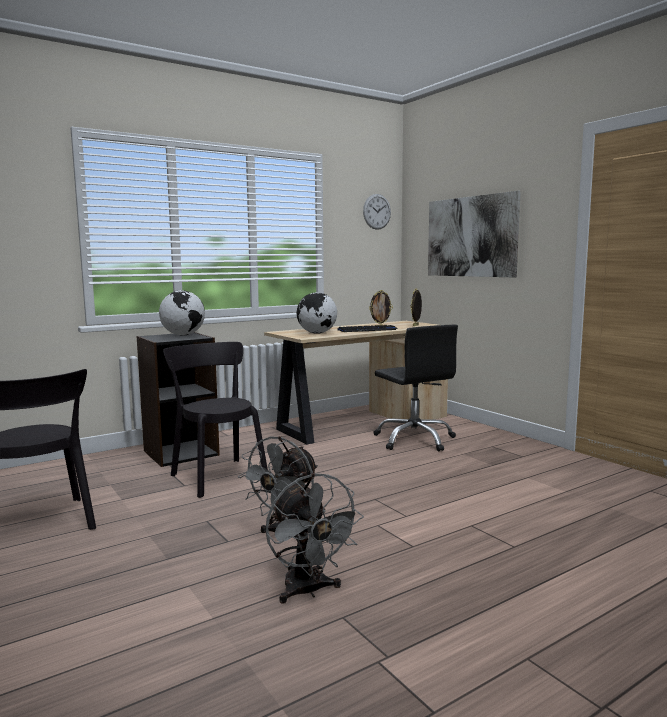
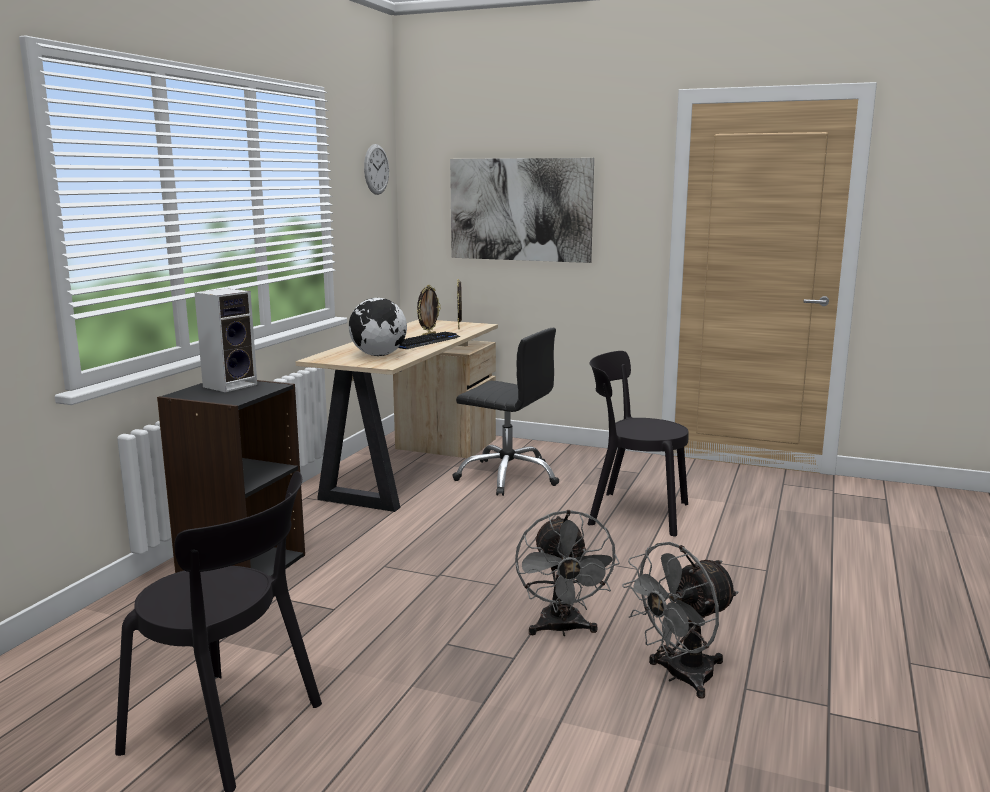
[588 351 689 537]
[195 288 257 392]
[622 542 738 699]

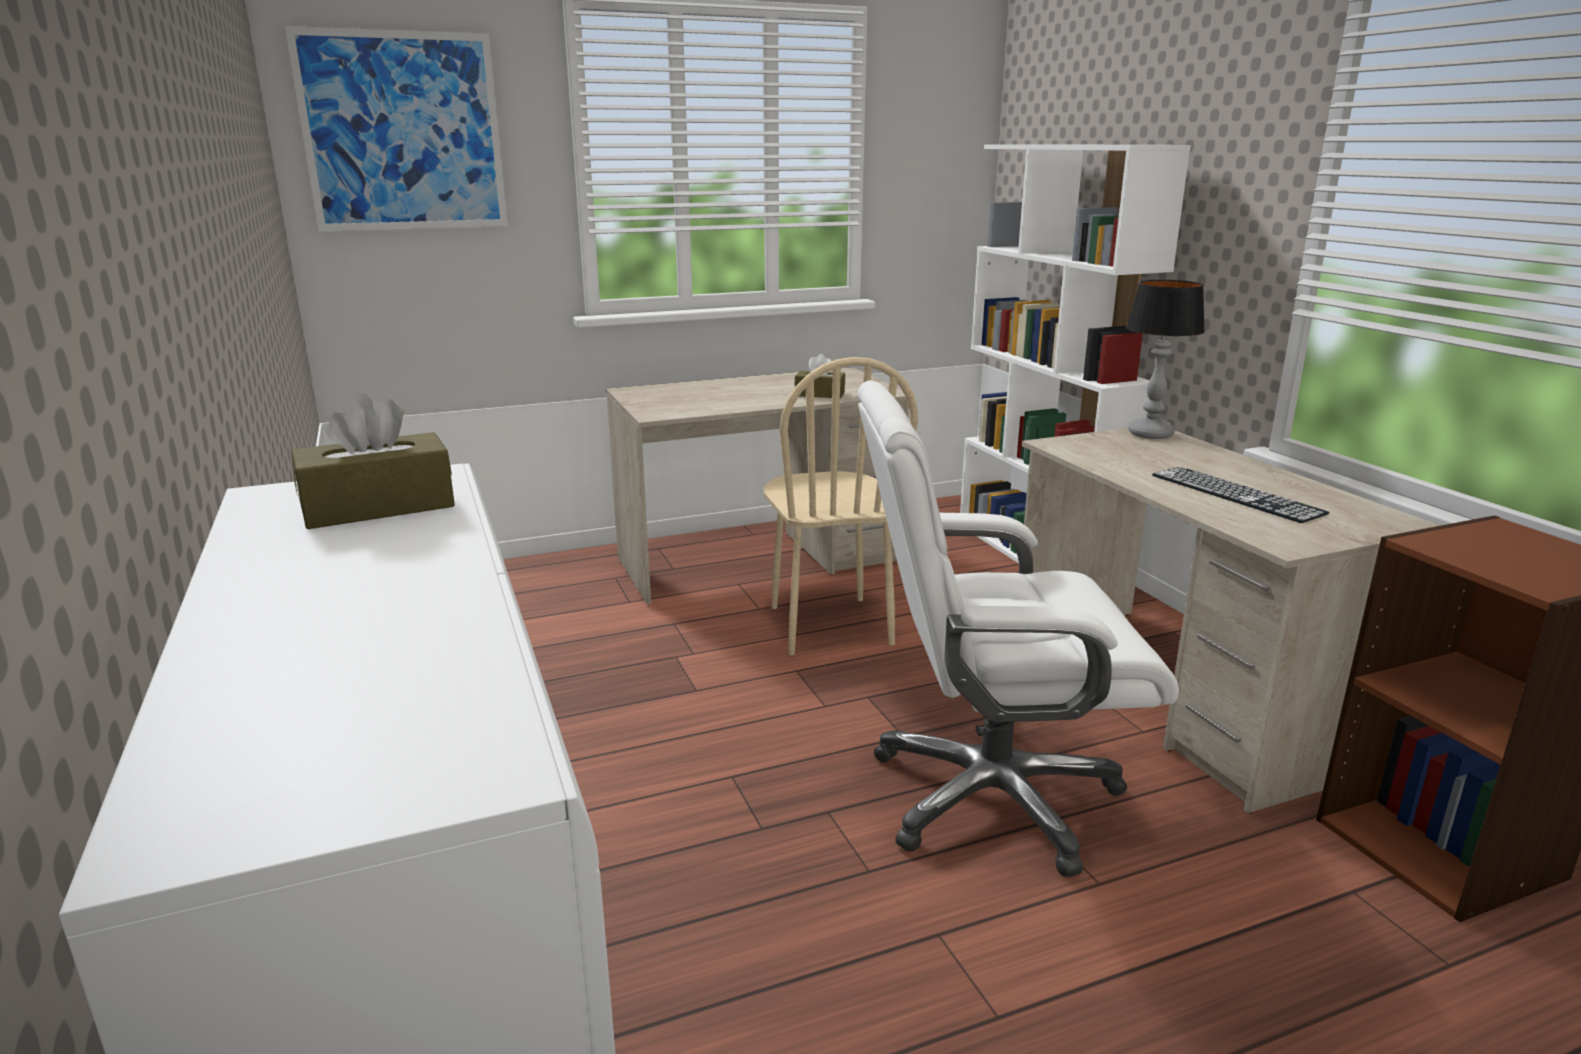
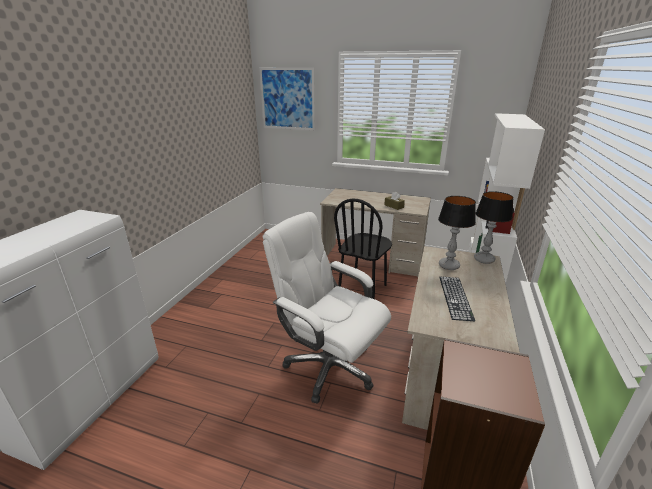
[291 393 455 529] (first image)
[438 196 476 270]
[334 198 392 299]

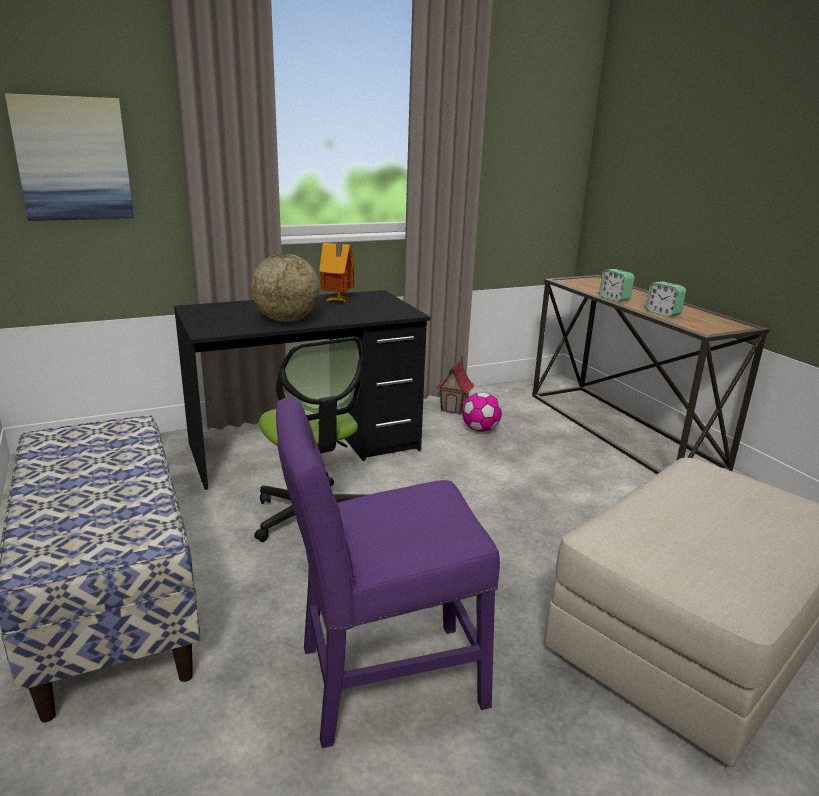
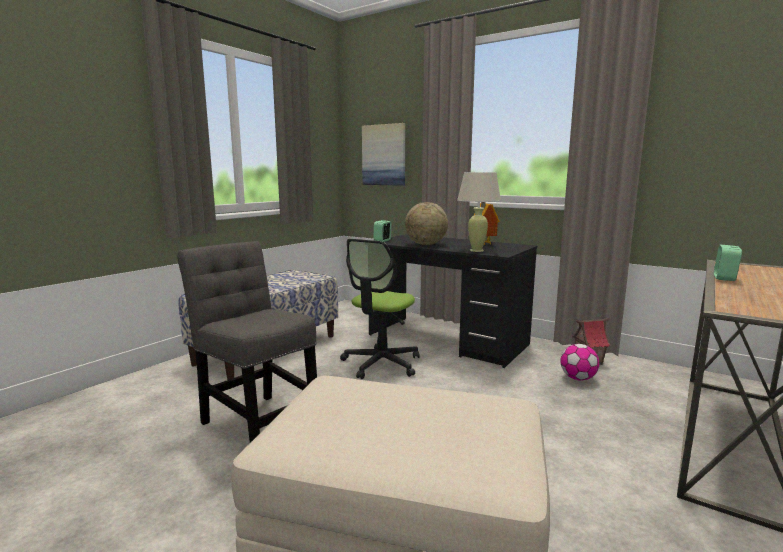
[457 172 501 252]
[373 220 392 242]
[177 241 317 443]

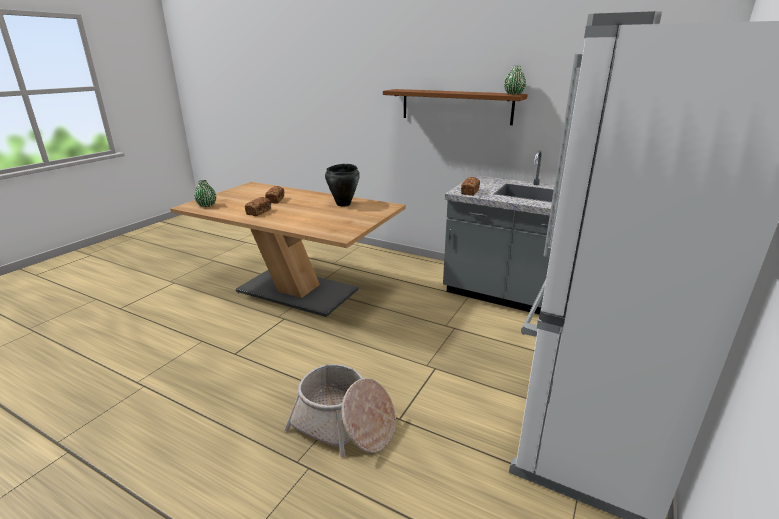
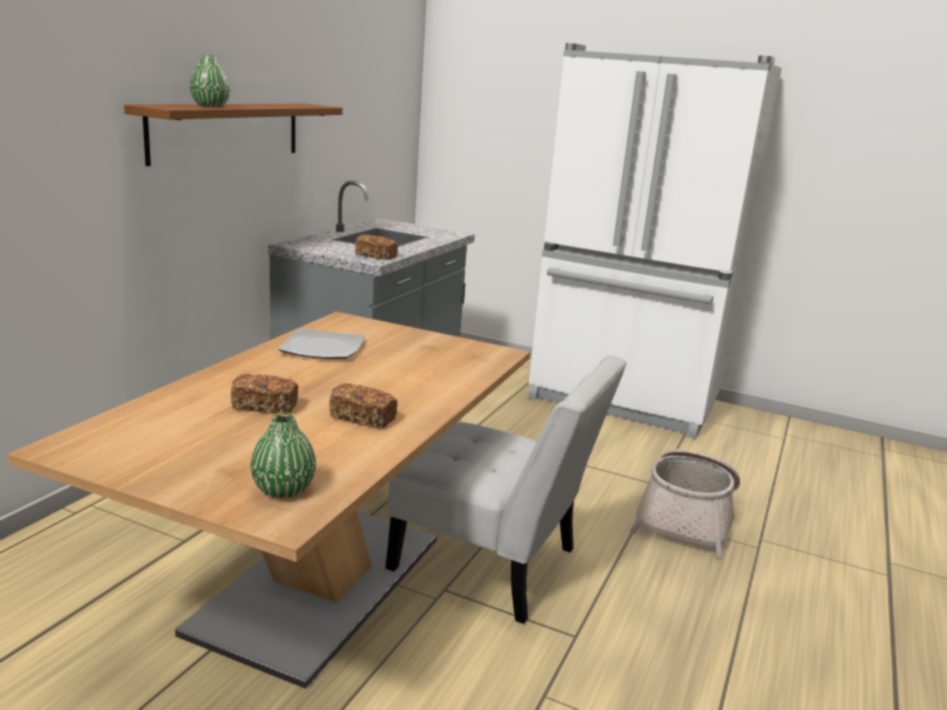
[385 355 627 624]
[189 55 230 107]
[278 328 364 359]

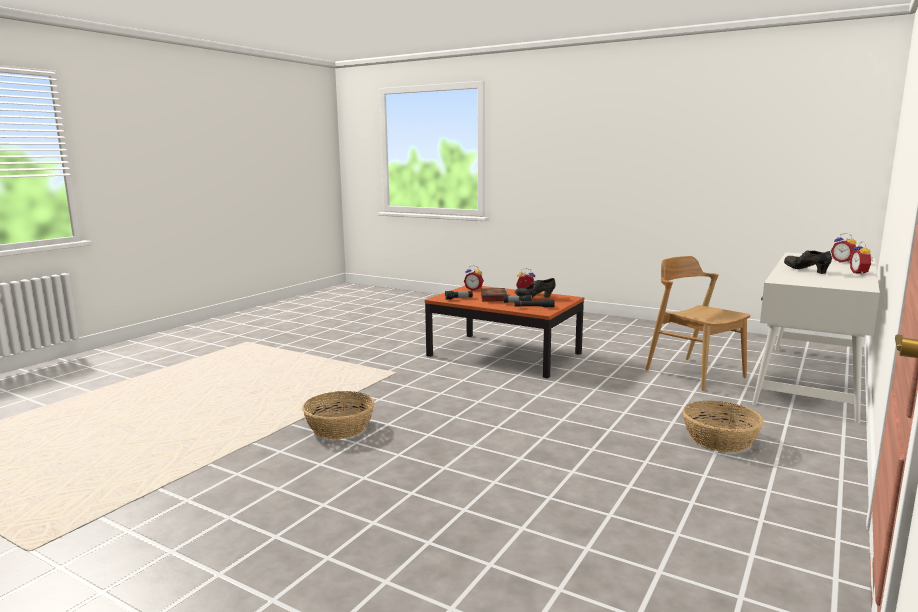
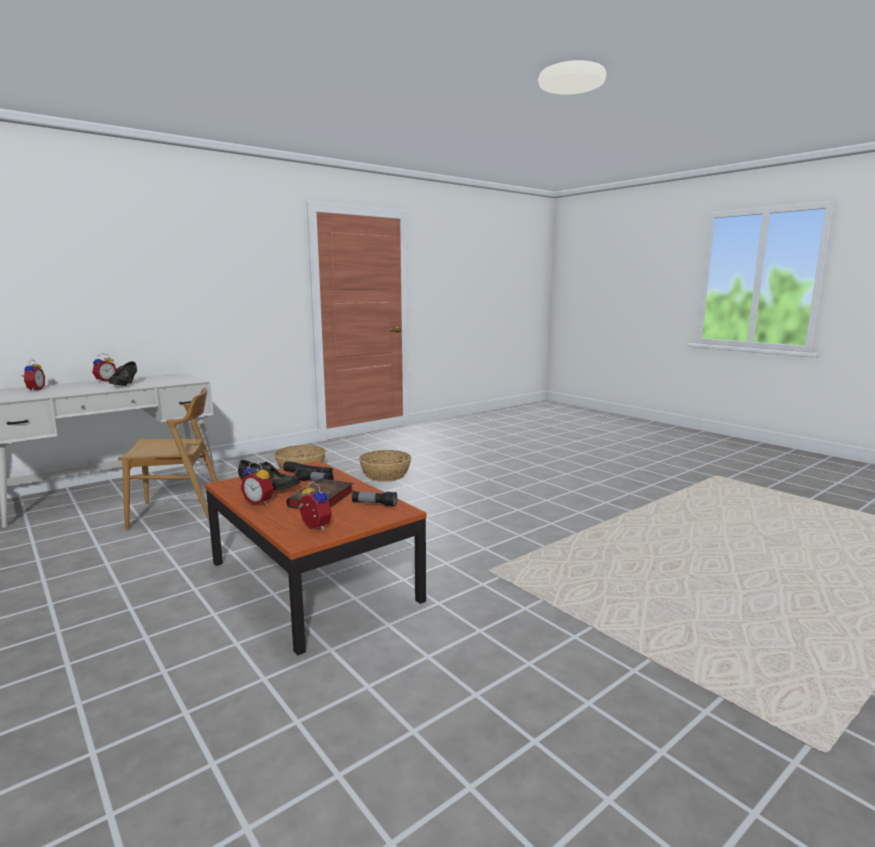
[359 450 411 482]
[118 388 217 530]

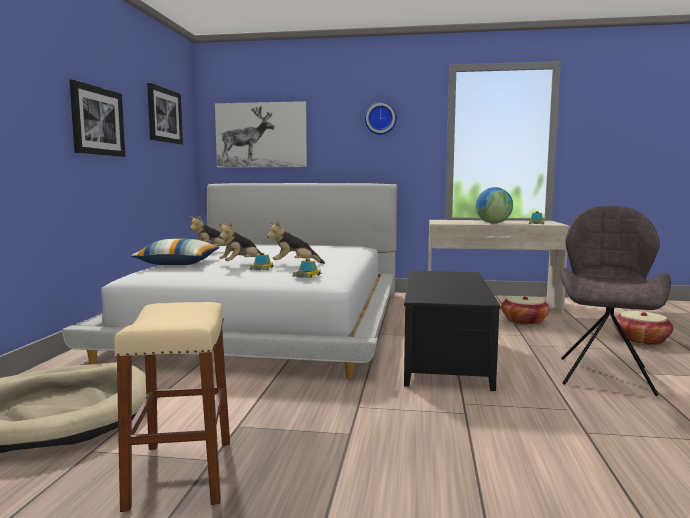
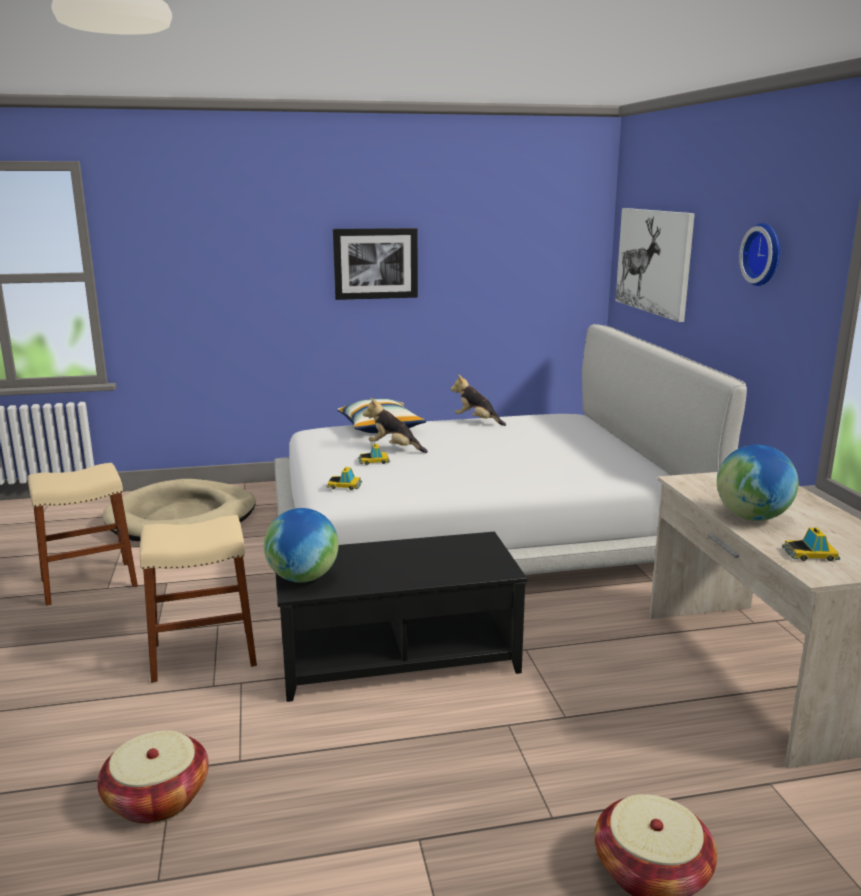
[147 83 183 145] (first image)
[267 222 325 264] (first image)
[560 206 671 396] (first image)
[140 515 257 683]
[264 508 339 582]
[97 730 209 824]

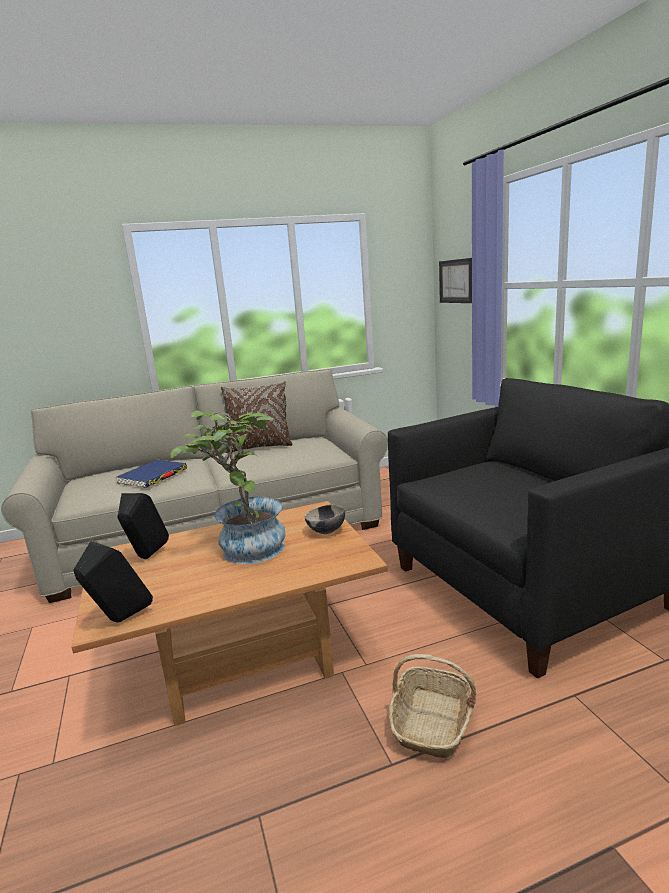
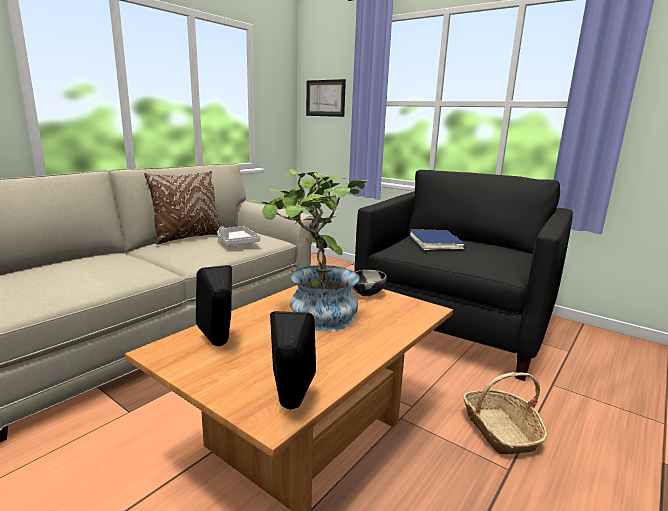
[217 226 260 245]
[410 229 466 250]

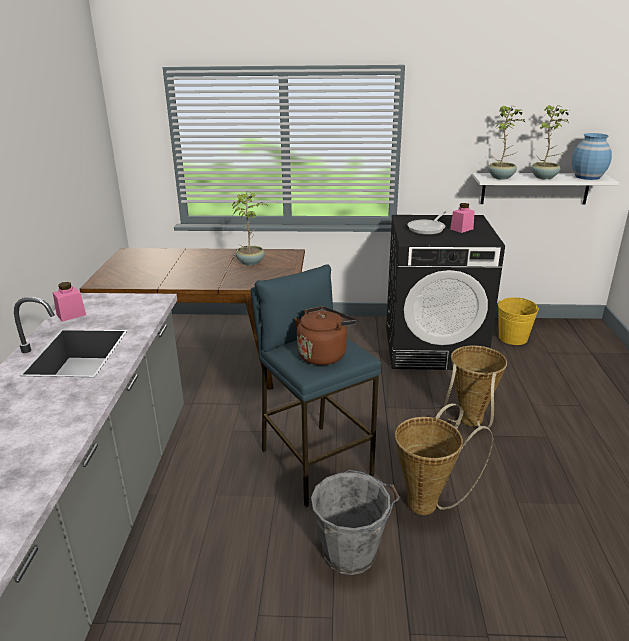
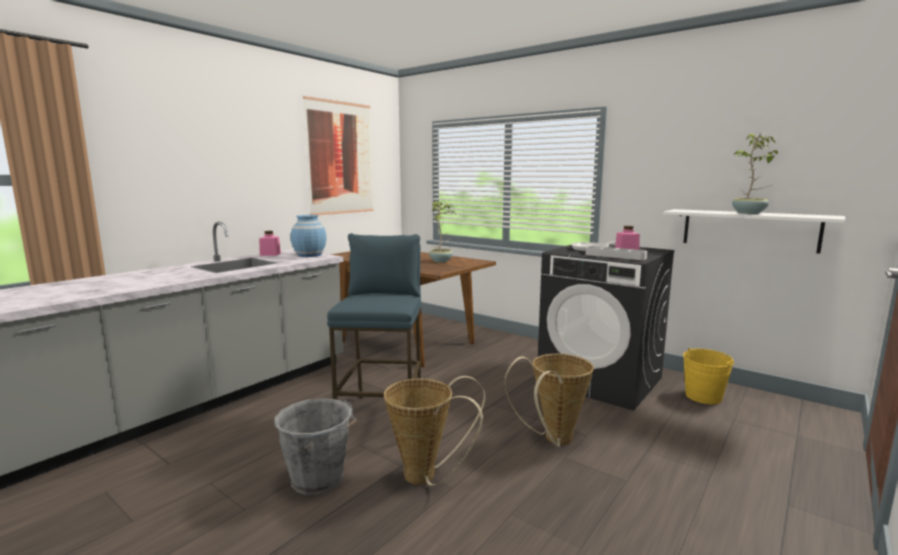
[295 306 356 365] (first image)
[488 106 525 179] (first image)
[303 96 374 215]
[586 246 647 260]
[291 215 327 257]

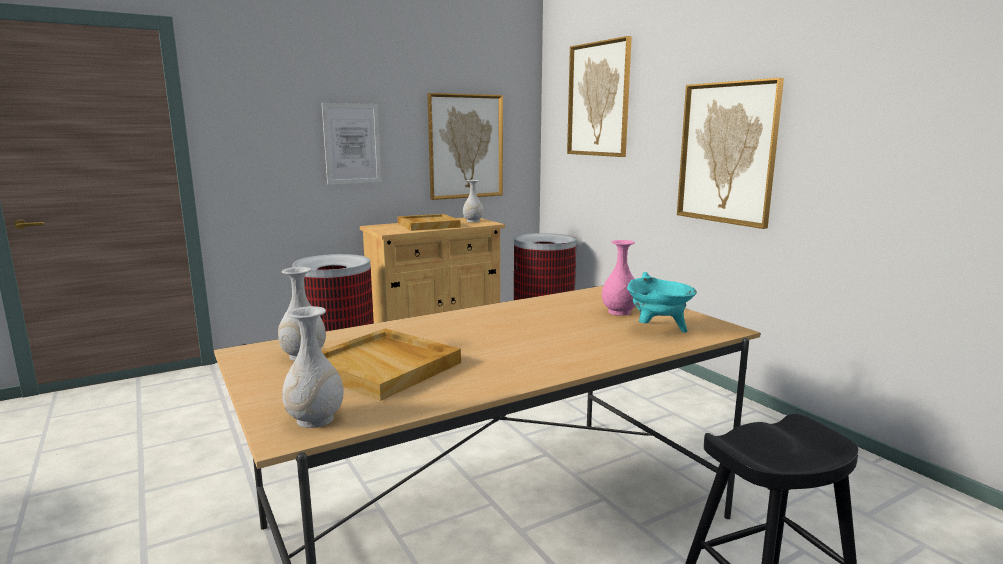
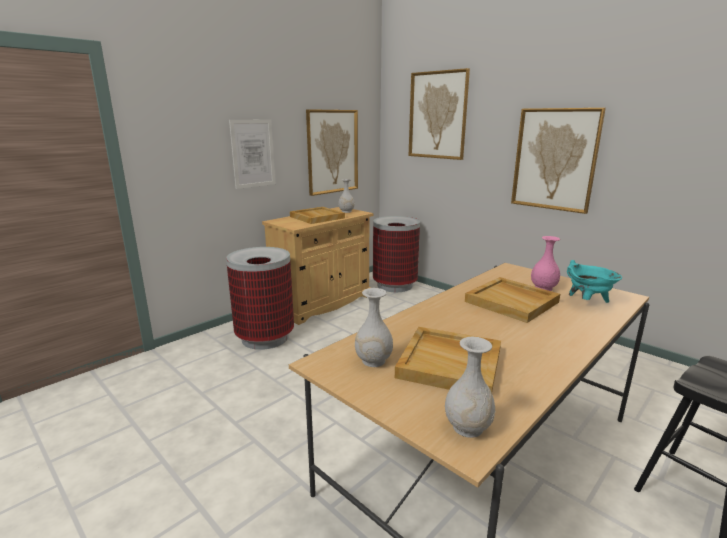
[465 277 560 323]

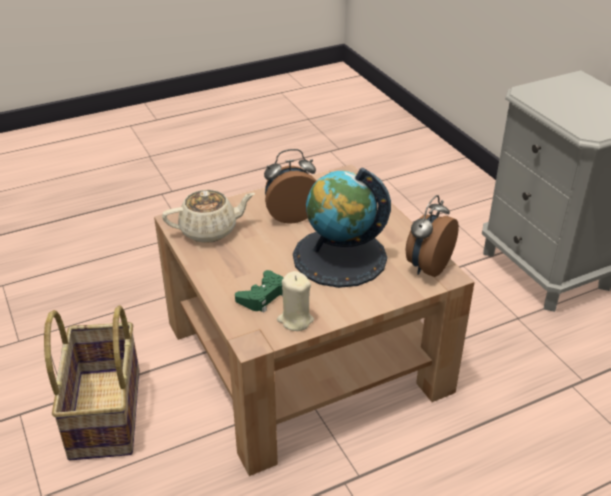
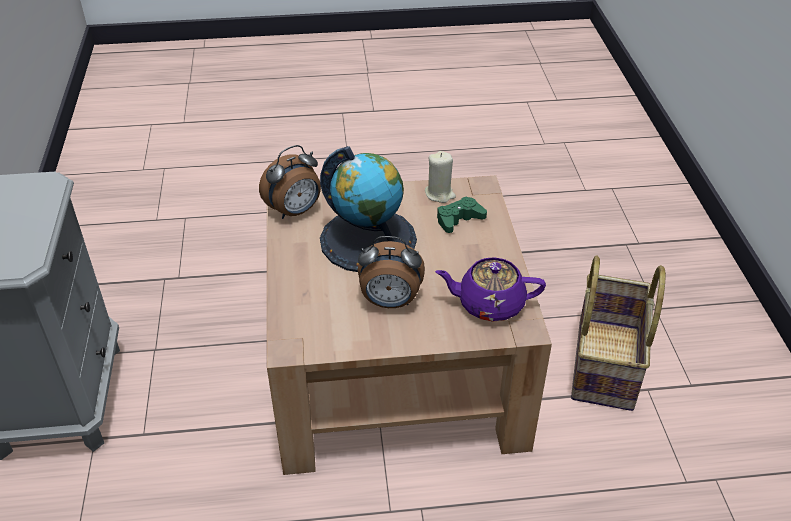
[435 257 546 321]

